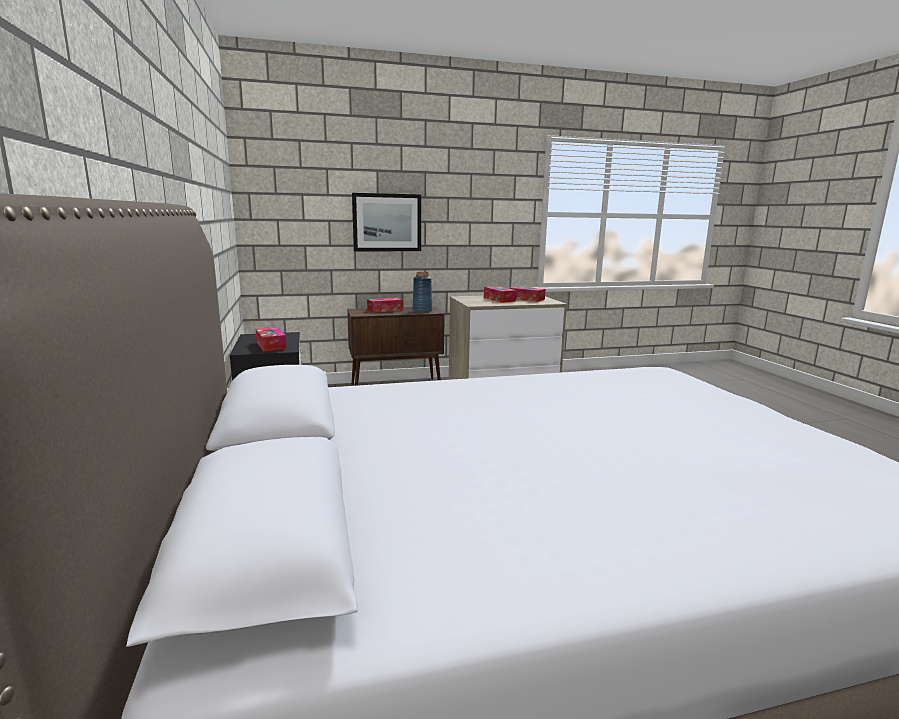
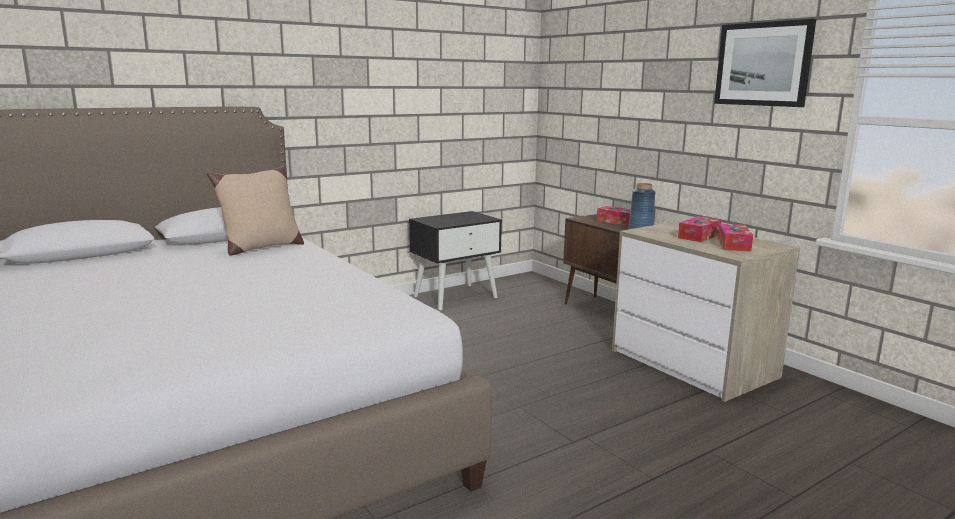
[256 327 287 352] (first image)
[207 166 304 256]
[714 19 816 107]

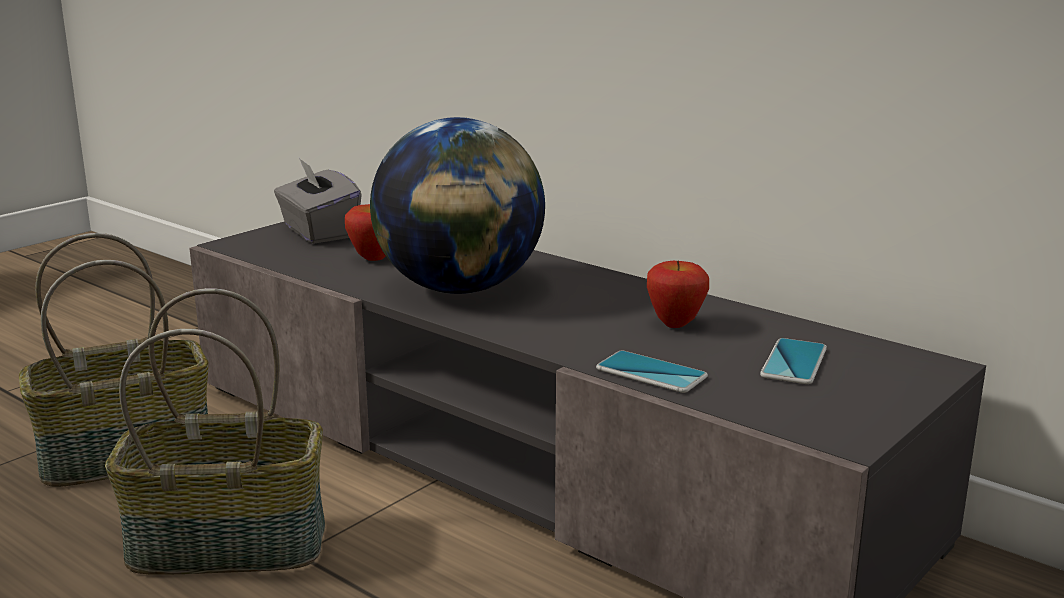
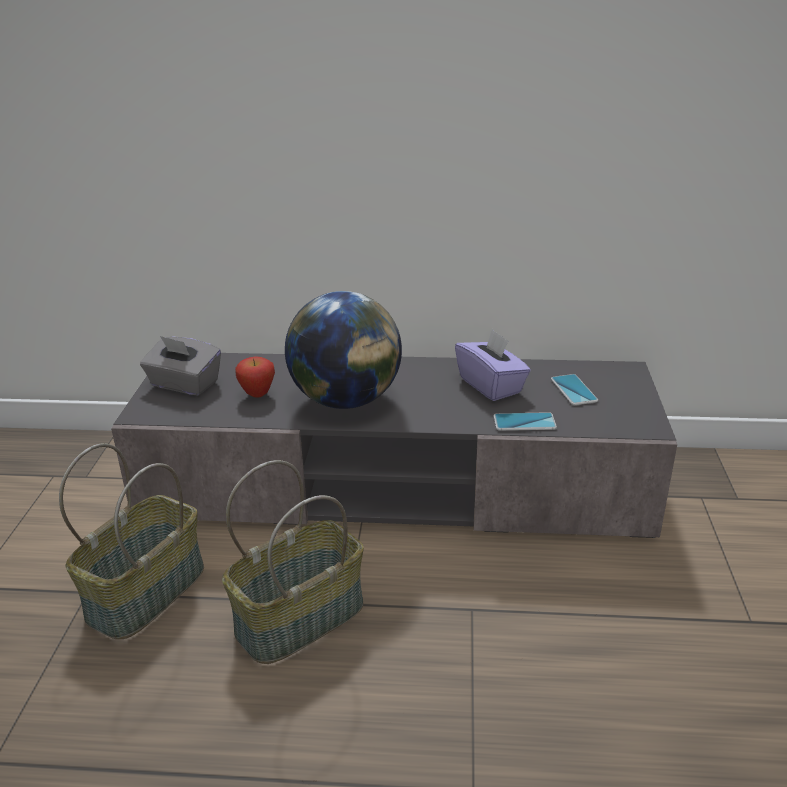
[455 329 531 401]

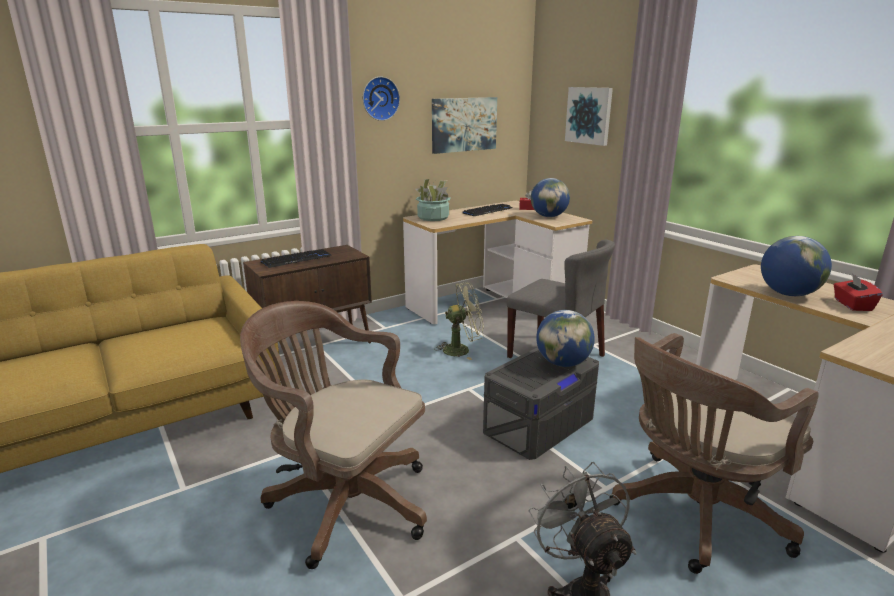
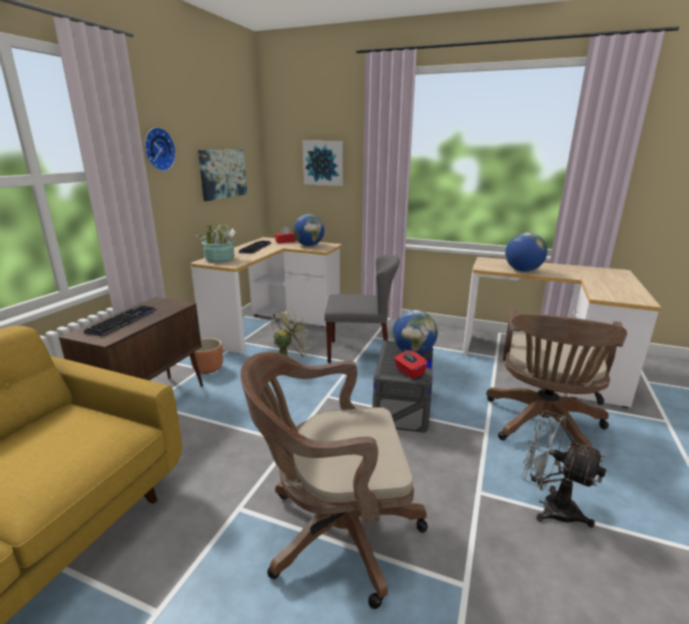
[190 338 223 374]
[394 350 428 379]

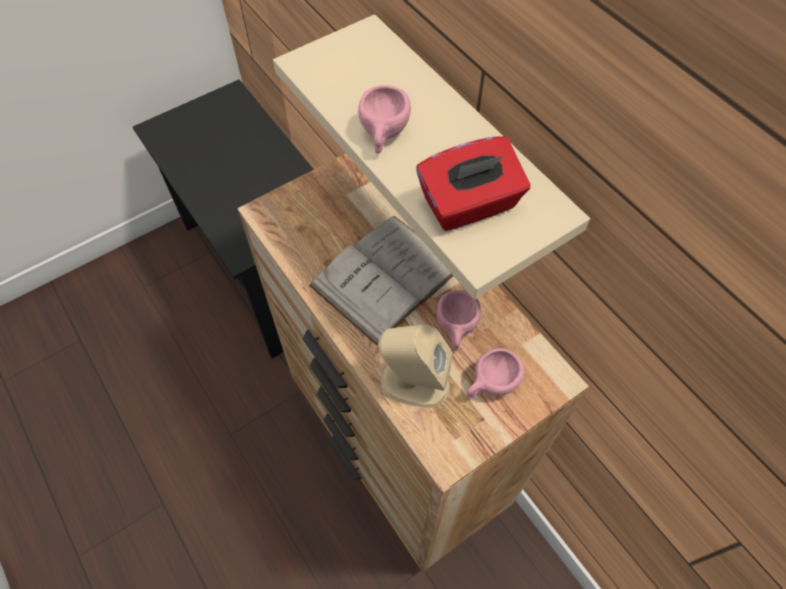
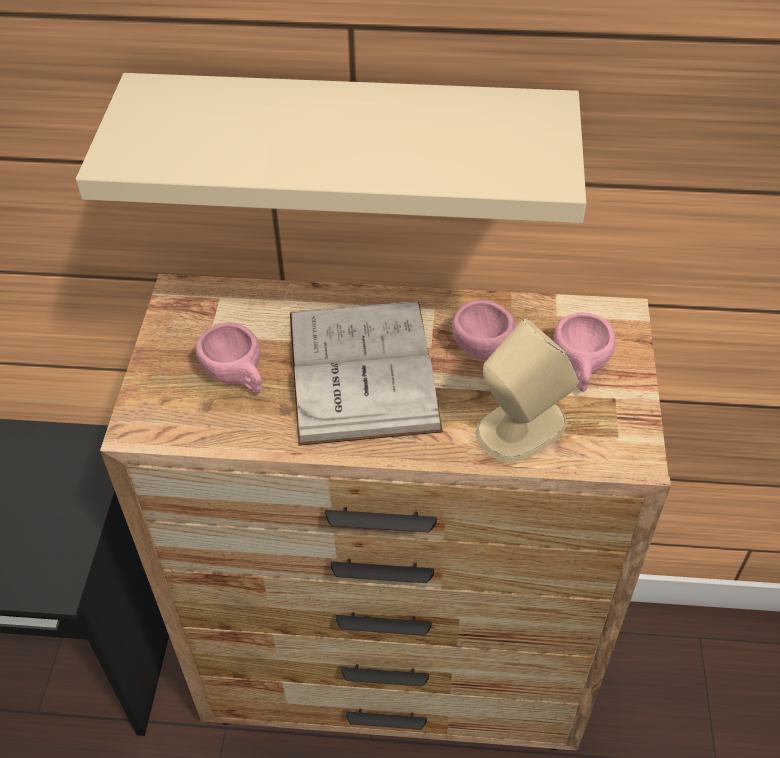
[416 136 531 231] (first image)
[195 322 262 394]

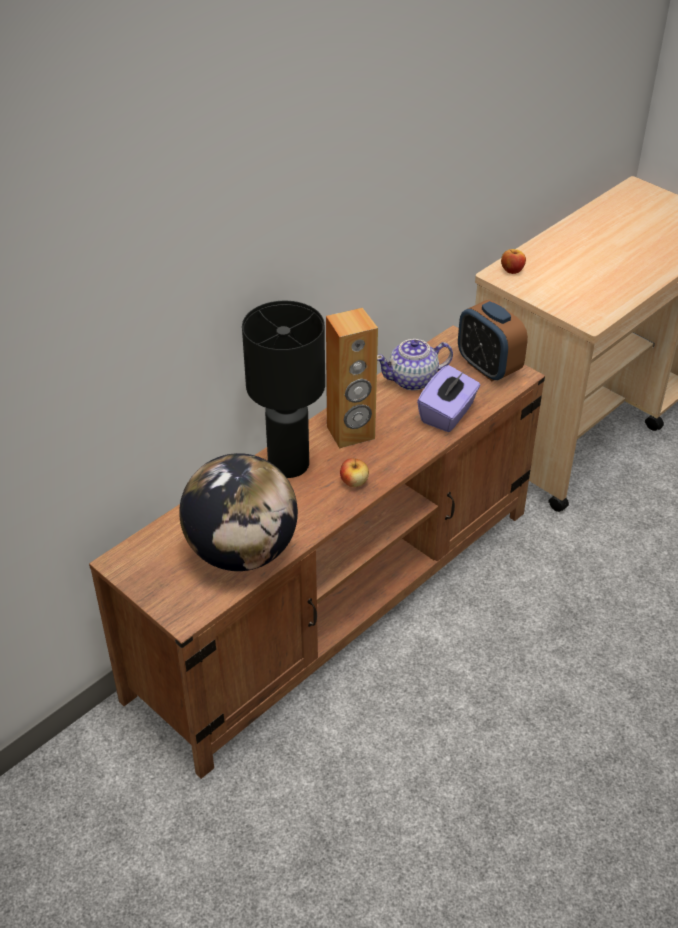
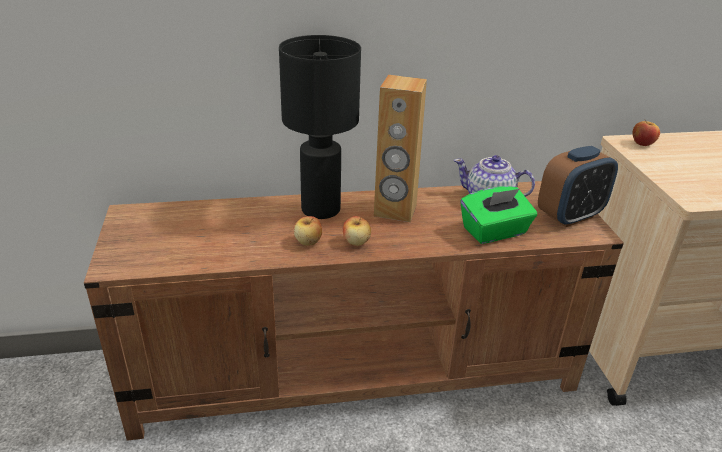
[179 453 298 571] (first image)
[294 216 322 246]
[460 186 537 244]
[538 146 618 227]

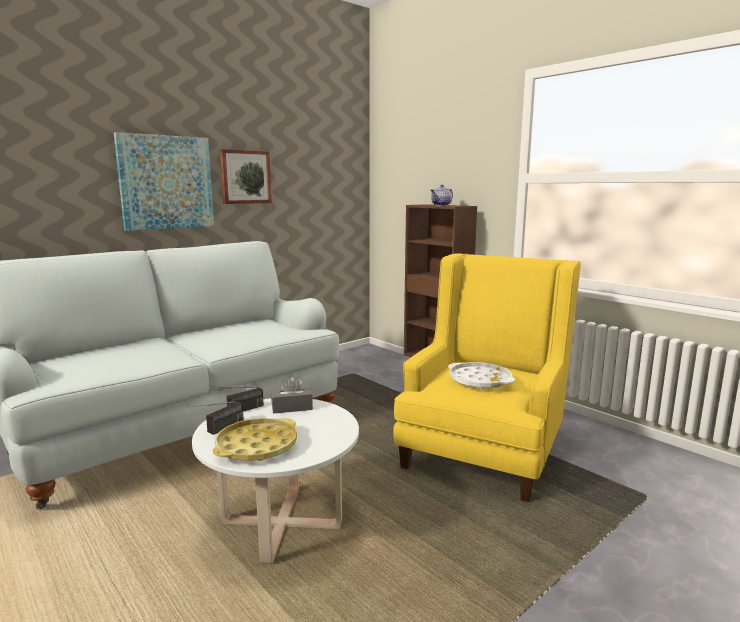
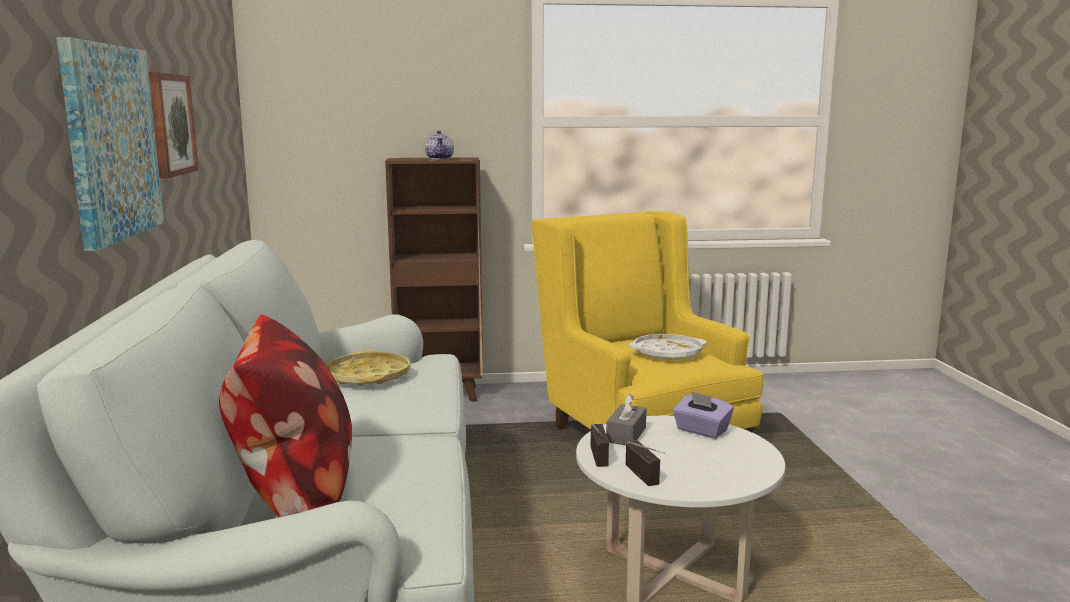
[219 315 352 517]
[673 391 734 439]
[326 350 410 386]

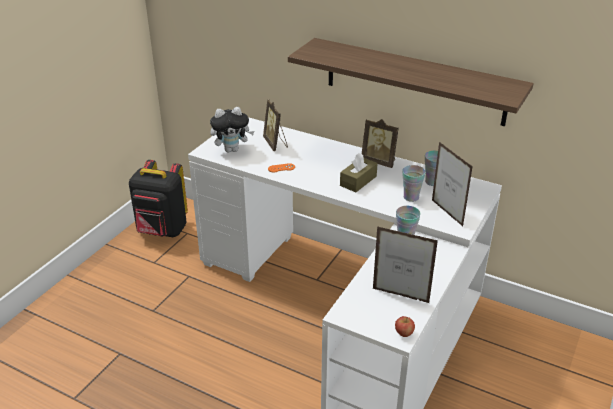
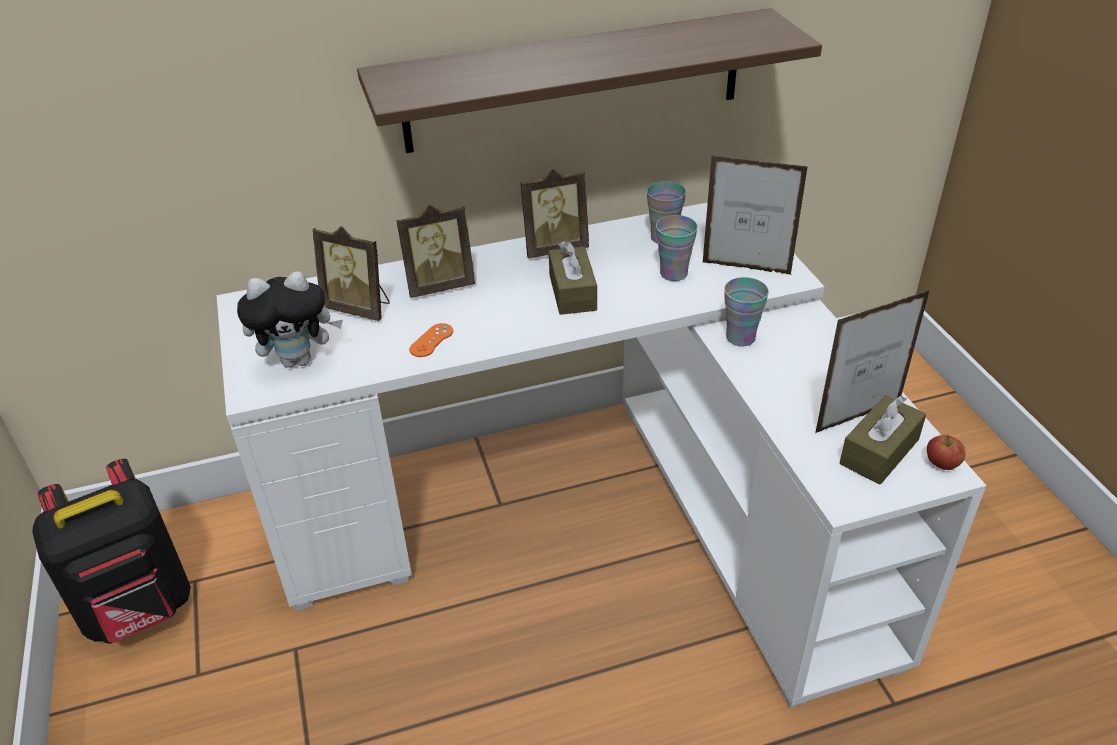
[396 205 475 298]
[840 395 926 485]
[237 272 343 368]

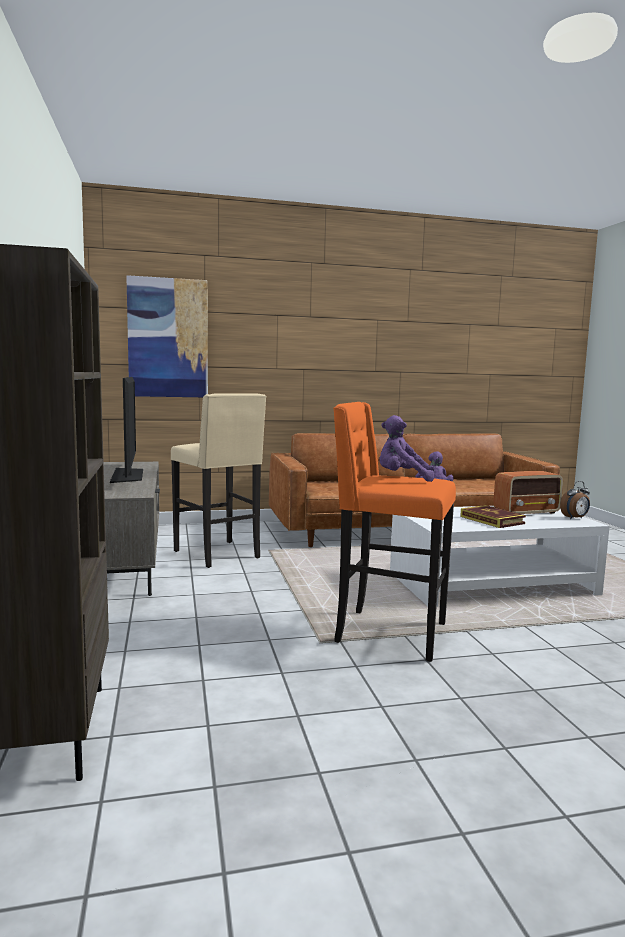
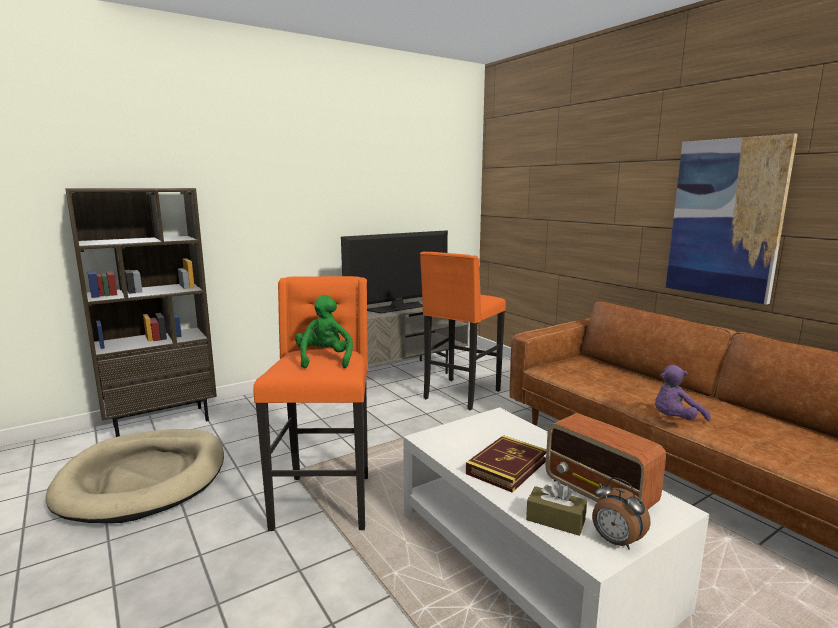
[46 429 224 523]
[526 481 587 536]
[666 134 798 305]
[420 252 506 410]
[295 295 353 368]

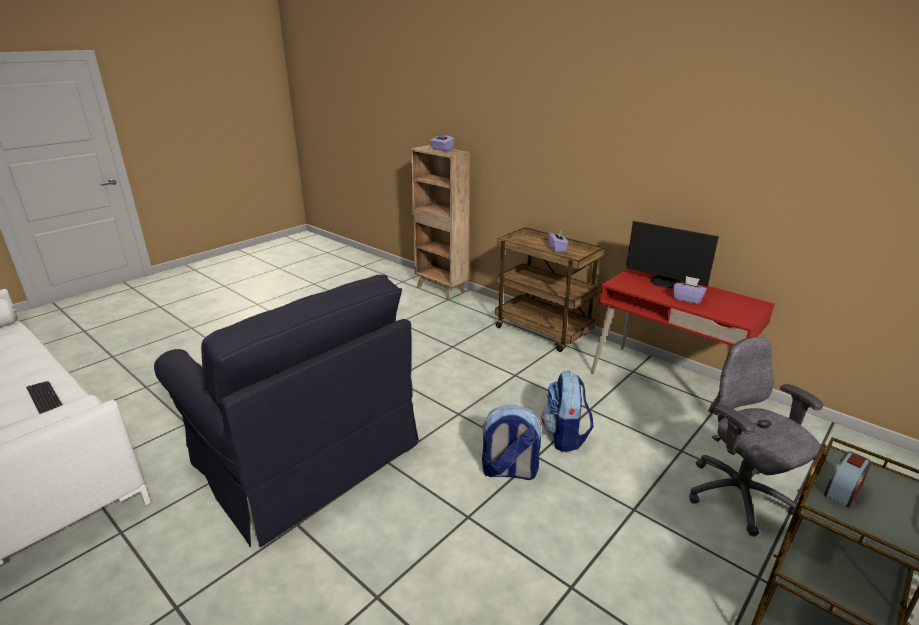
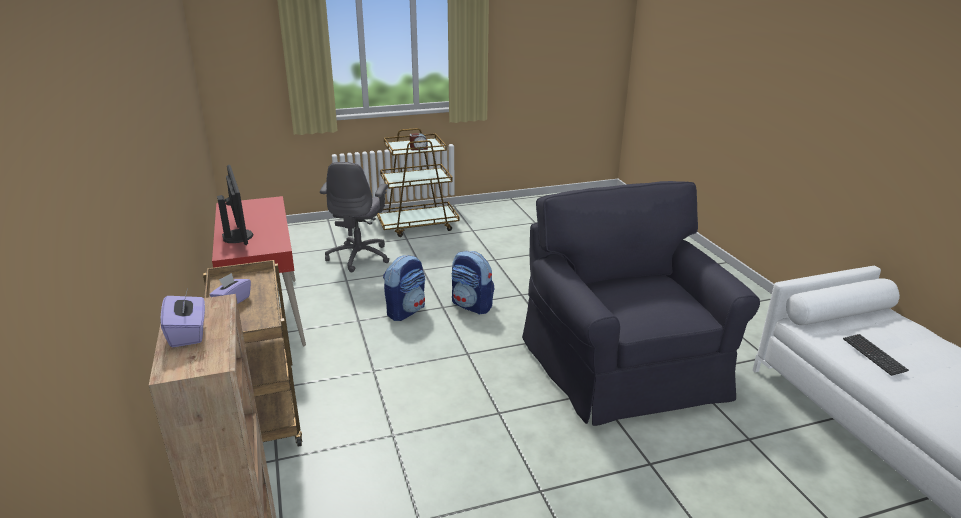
[673 276 707 304] (first image)

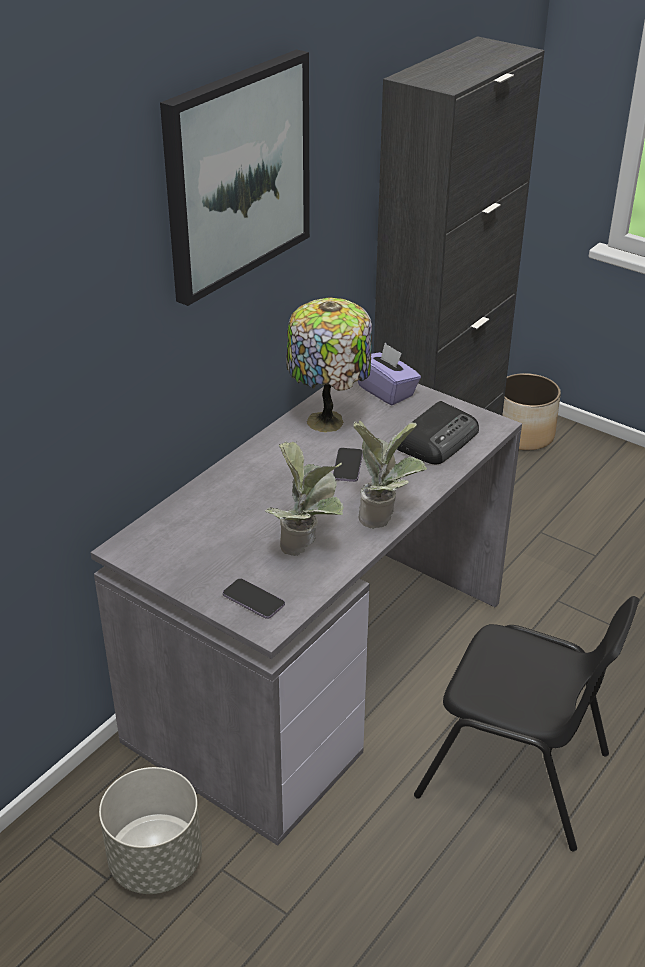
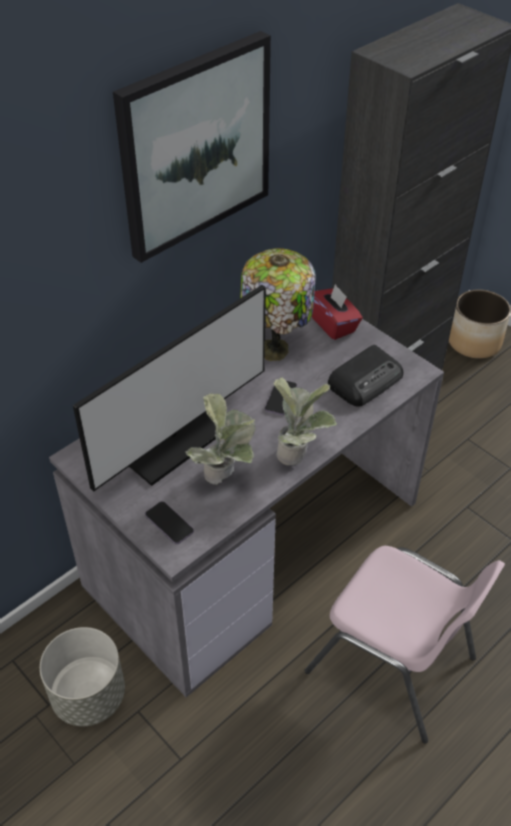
[73 285 266 492]
[311 284 363 340]
[304 546 505 743]

